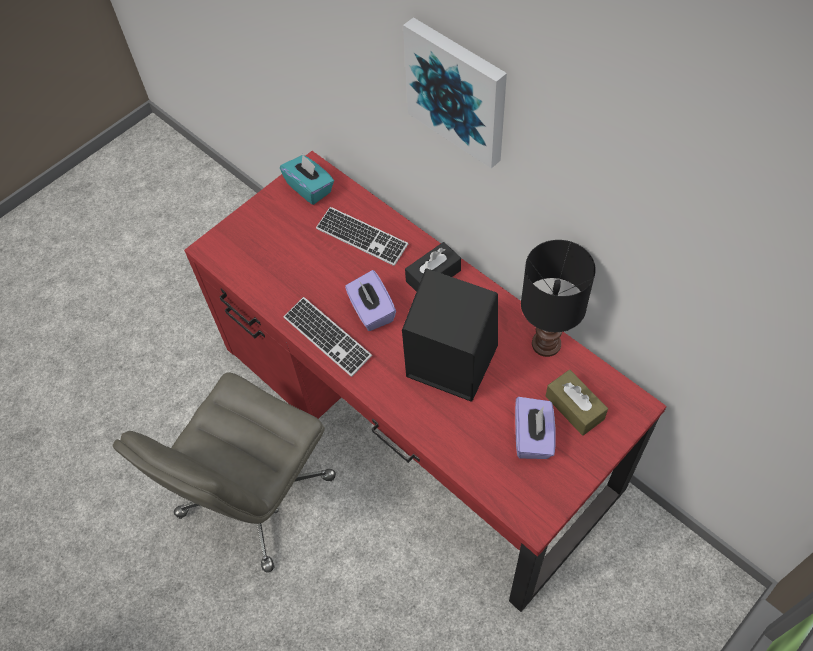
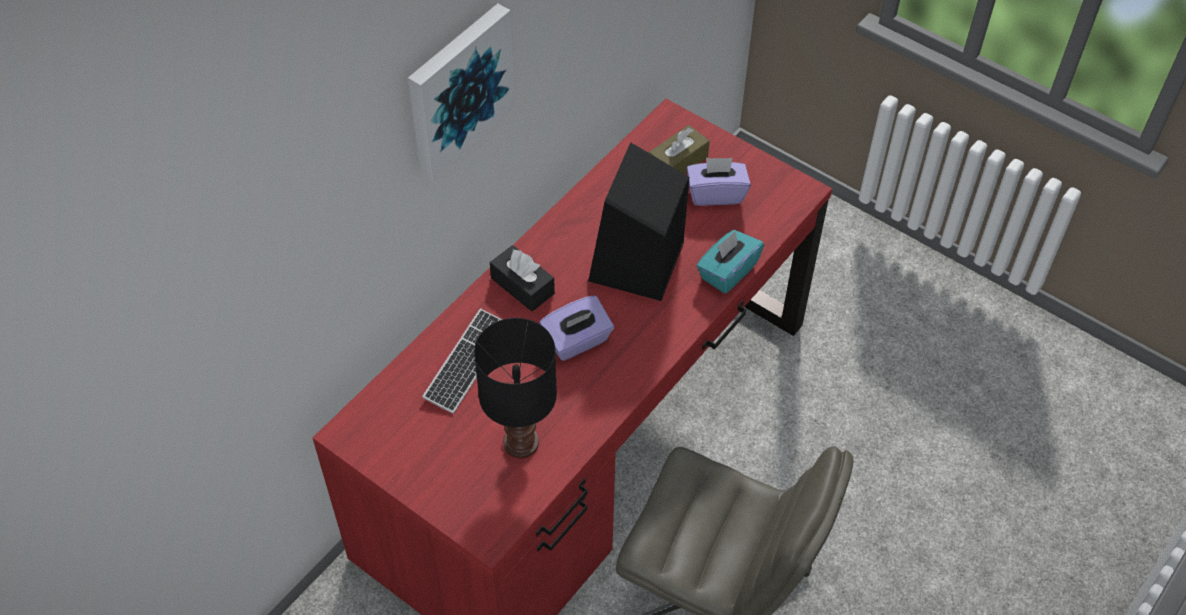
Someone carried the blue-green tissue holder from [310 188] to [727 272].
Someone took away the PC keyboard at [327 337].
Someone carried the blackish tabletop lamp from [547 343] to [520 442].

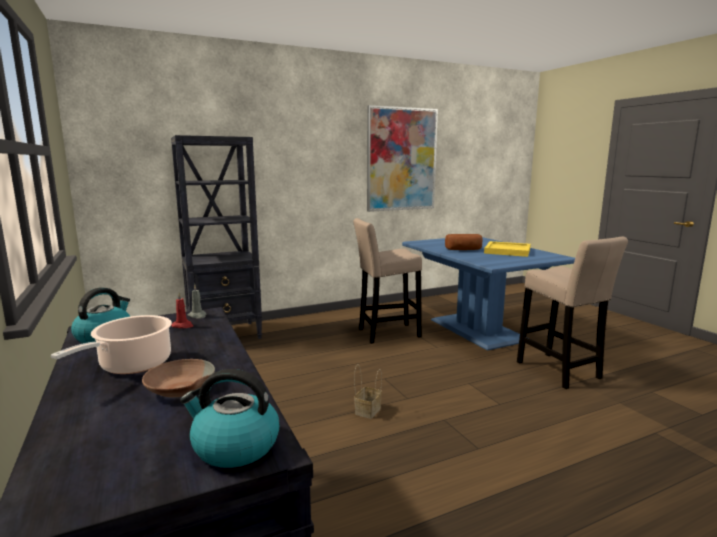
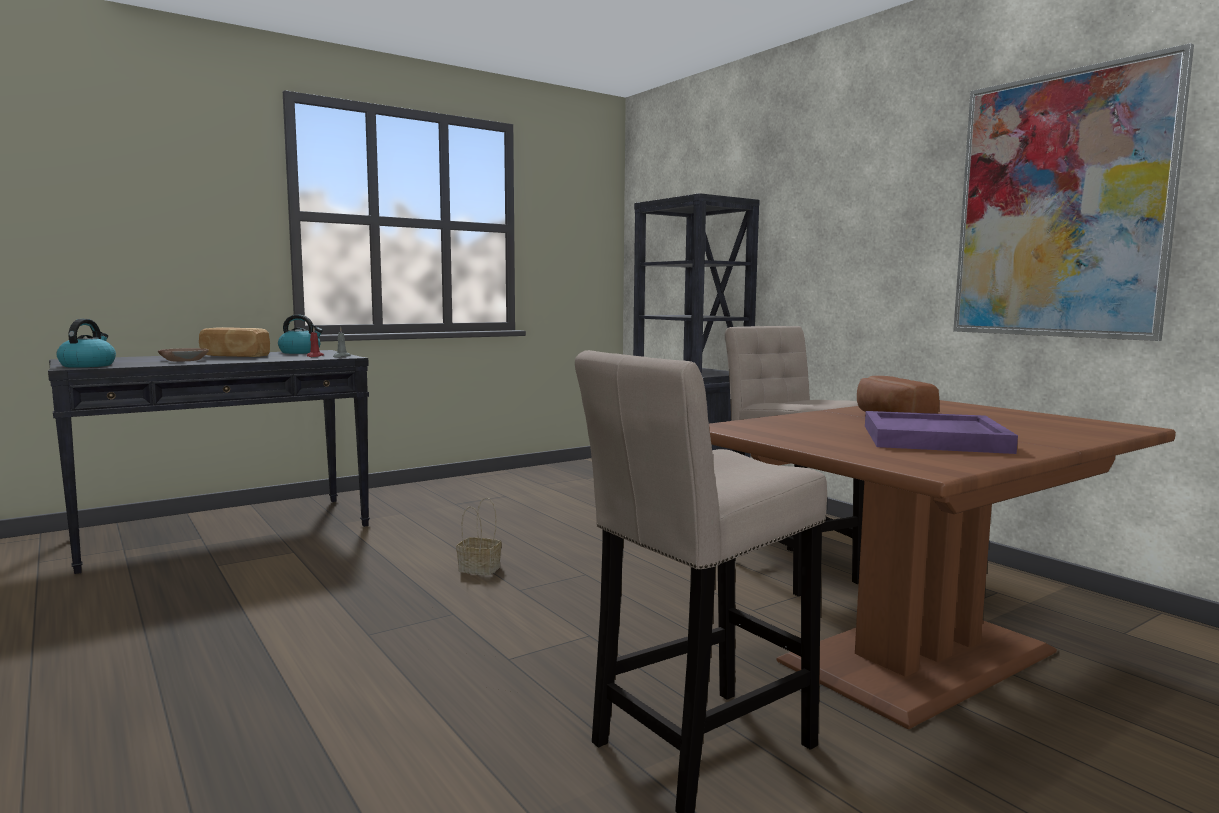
Someone swapped the cooking pot at [132 365] for the baked bread at [234 356].
Someone repainted the blue dining table at [477 330], which became the brown dining table at [914 655].
Someone repainted the yellow carrying tray at [508 251], which became the purple carrying tray at [935 439].

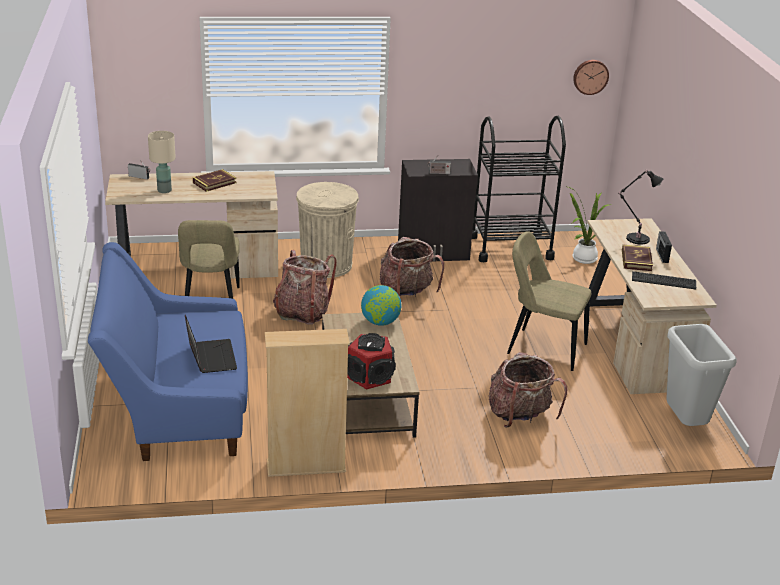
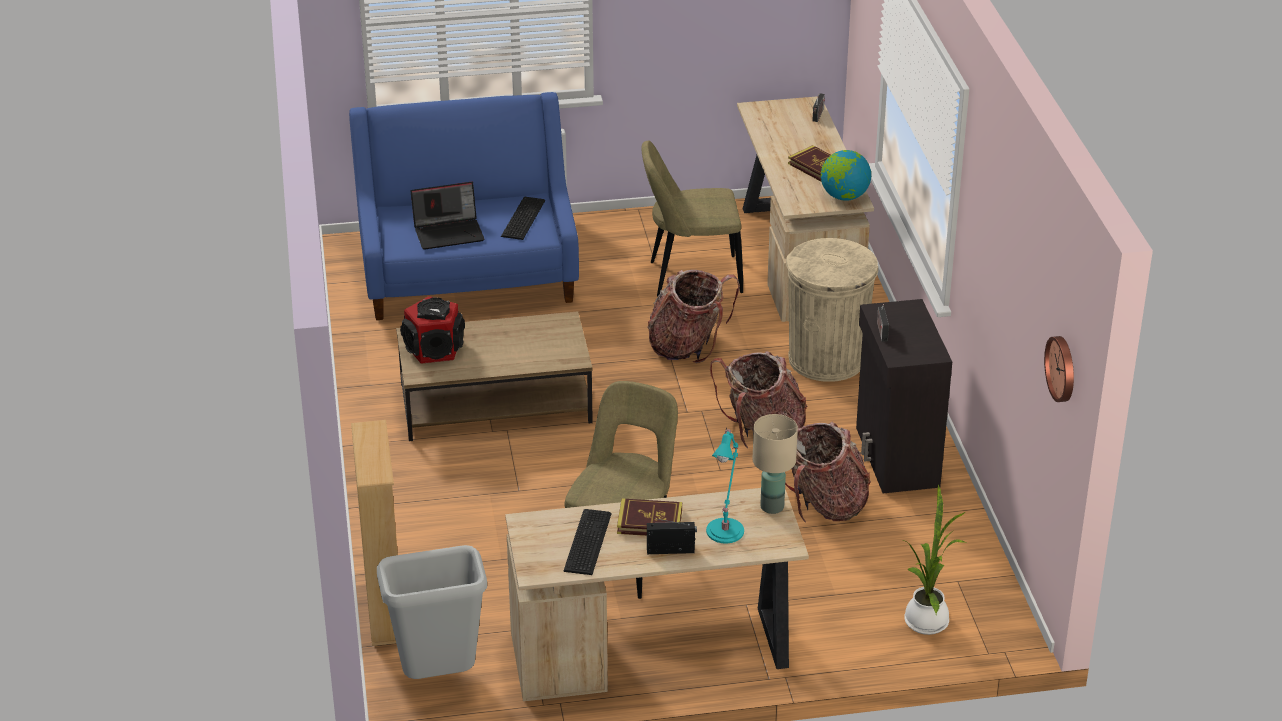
Someone carried the beige-coloured tabletop lamp from [164 190] to [772 506].
Someone carried the beige-coloured bookcase from [306 466] to [385 610].
Someone carried the desk globe from [380 322] to [844 196].
Someone took away the blackish wheeled cart at [510 247].
Someone carried the backpack from [520 416] to [823 505].
Someone repainted the blackish tabletop lamp at [635 238], which became the blue-green tabletop lamp at [726 529].
Someone put down the PC keyboard at [521 219].

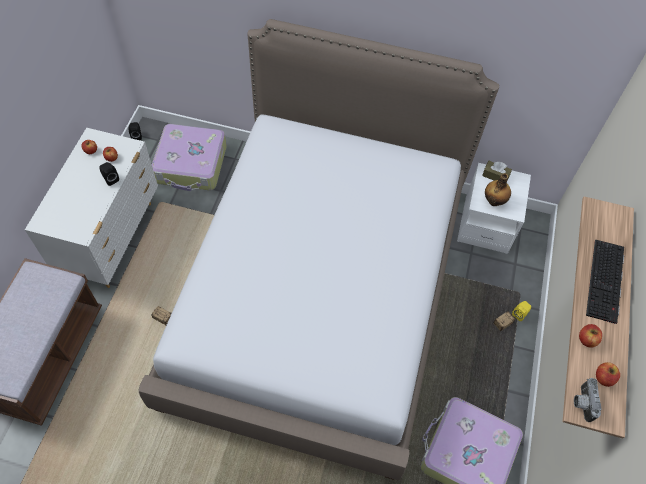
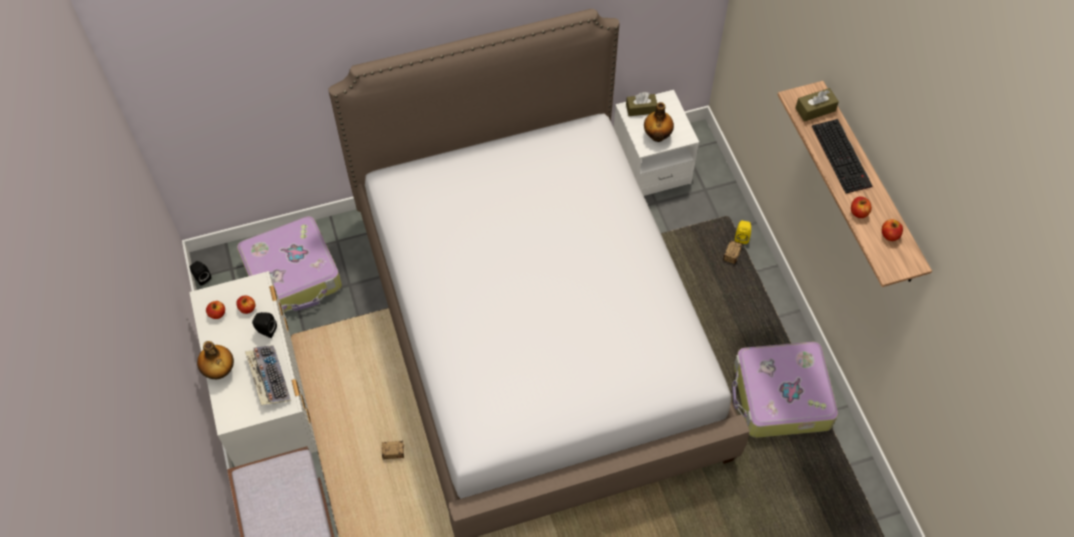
Someone took away the photo camera at [581 402].
Someone put down the drink bottle at [219 371].
Someone put down the PC keyboard at [268 378].
Someone put down the brown tissue holder at [815 109].

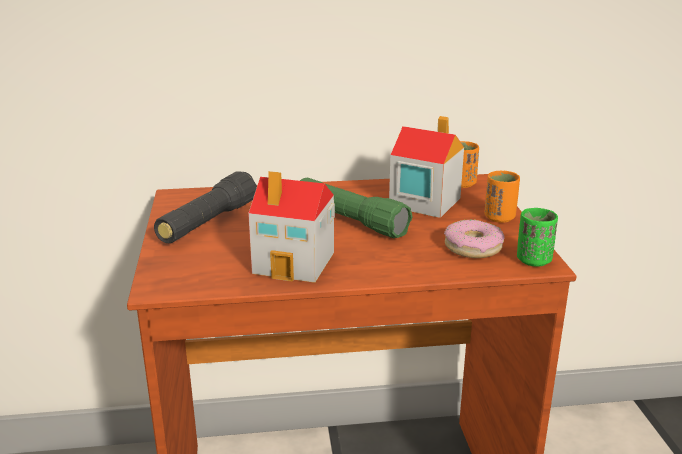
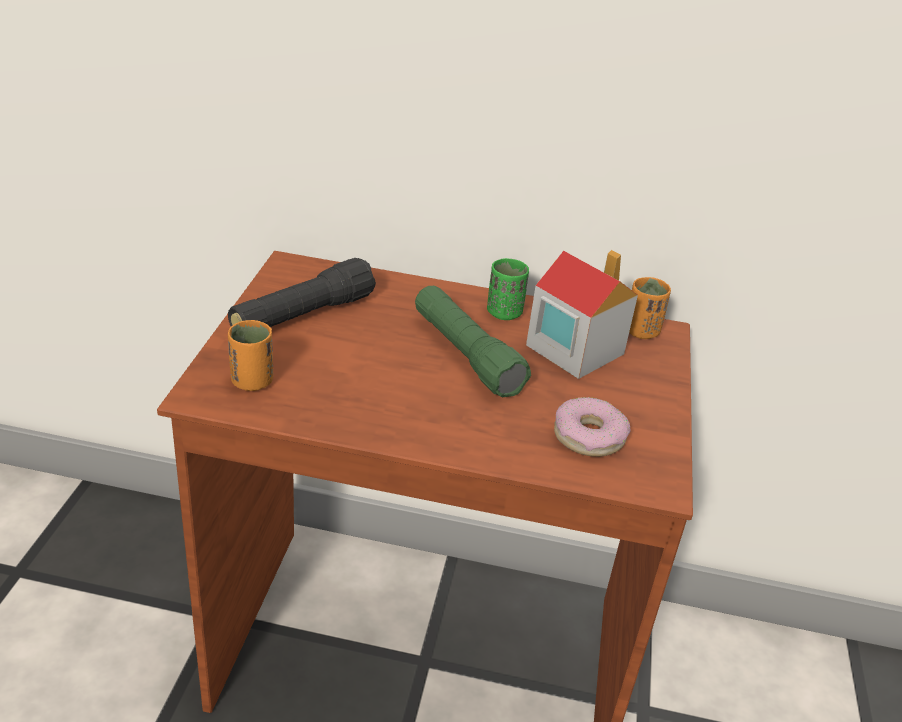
Someone took away the model house at [295 263].
Someone carried the orange drinking cup from [499 217] to [252 381].
Someone carried the green drinking cup from [533 260] to [504 313].

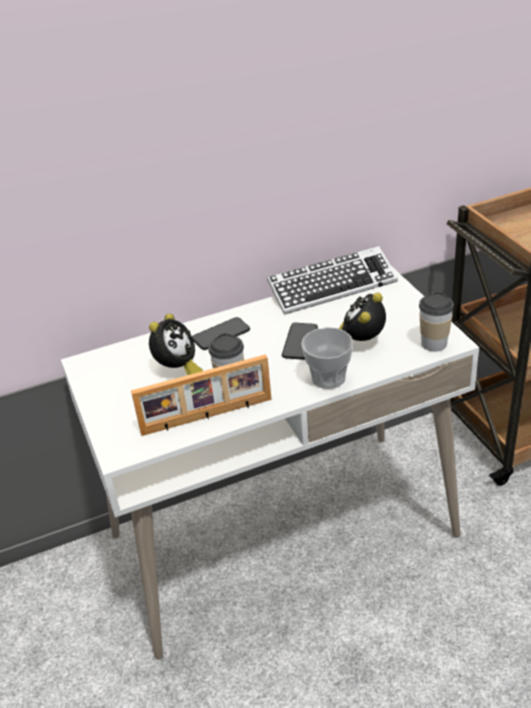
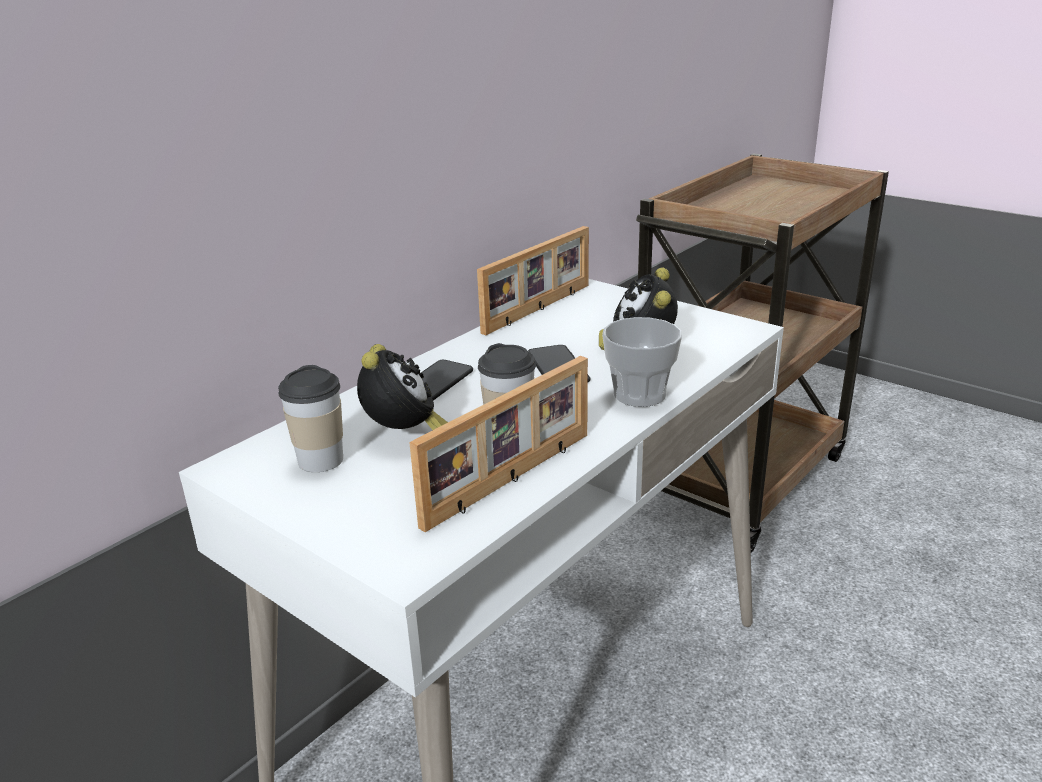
Someone swapped the PC keyboard at [332 287] for the photo frame at [539 309].
Someone carried the drinking cup from [434 343] to [320 460].

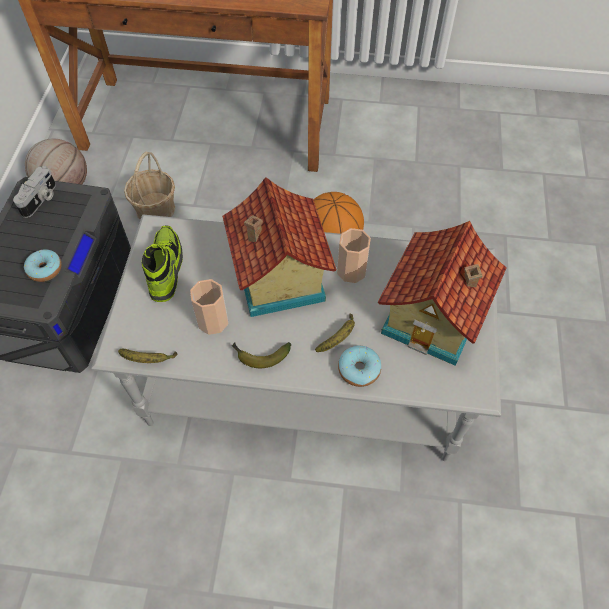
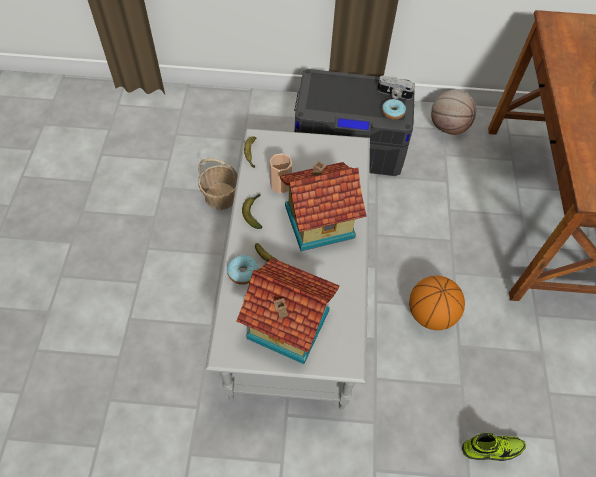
Someone carried the doughnut from [45 269] to [393 112].
Someone carried the household basket from [156 209] to [221 197].
Someone carried the low shoe from [165 269] to [491 448].
Someone took away the drinking cup at [351 271].

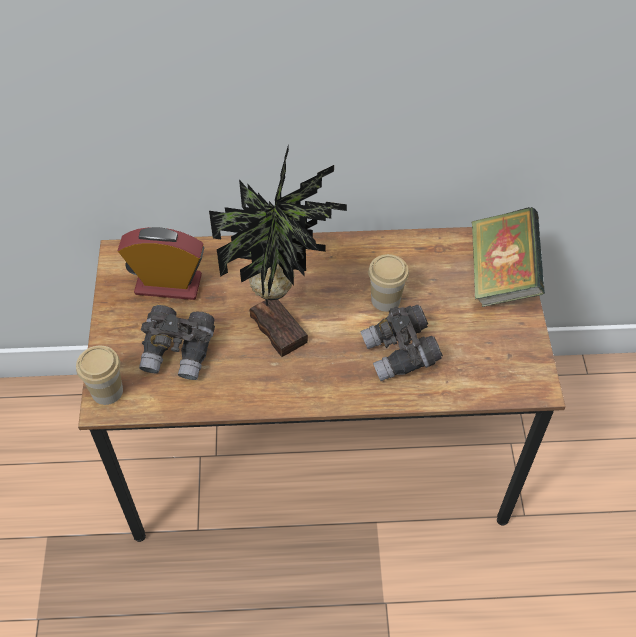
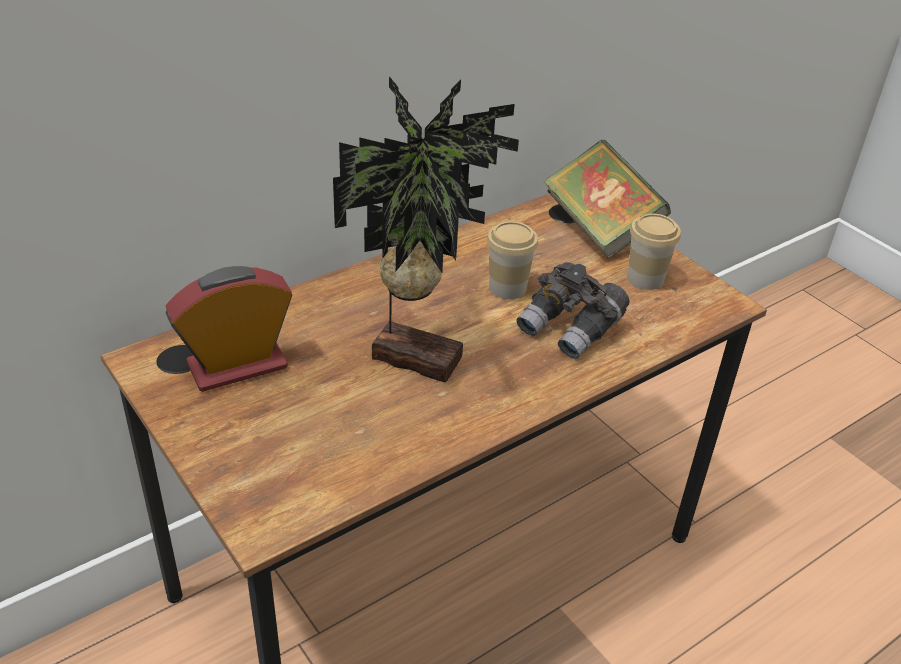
Someone carried the drinking cup from [107 391] to [645 279].
Someone took away the gray field glasses at [179 352].

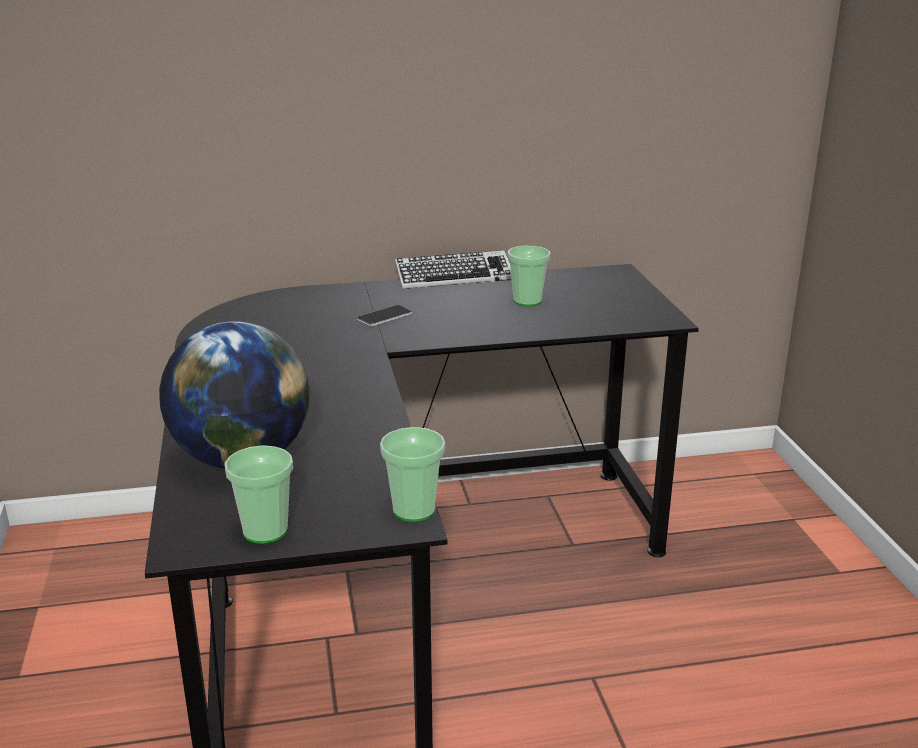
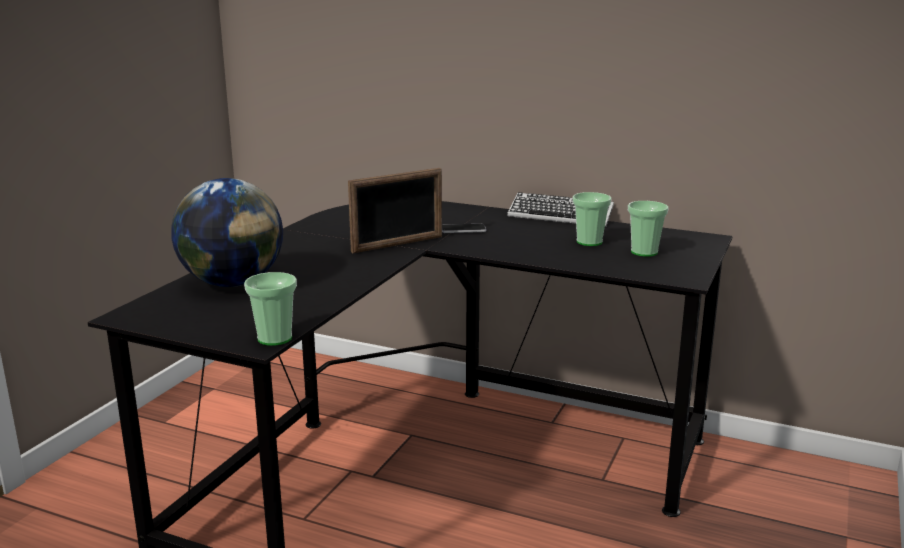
Someone carried the drinking cup from [265 531] to [644 252].
Someone put down the photo frame at [397 244].

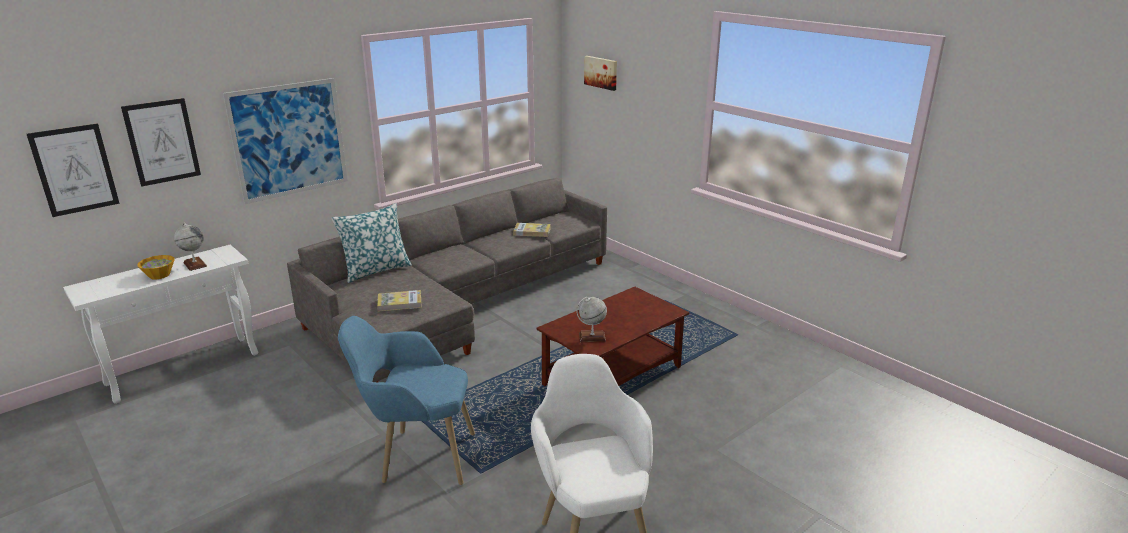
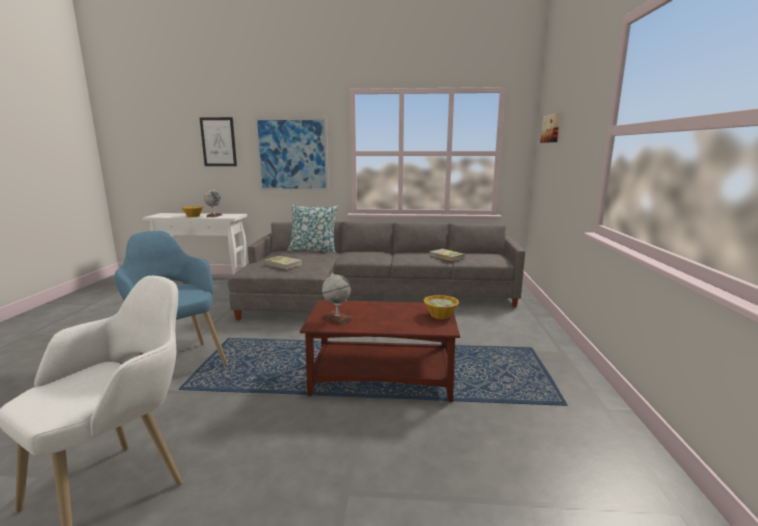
Someone took away the wall art at [74 170].
Someone put down the deep dish at [440 315].

